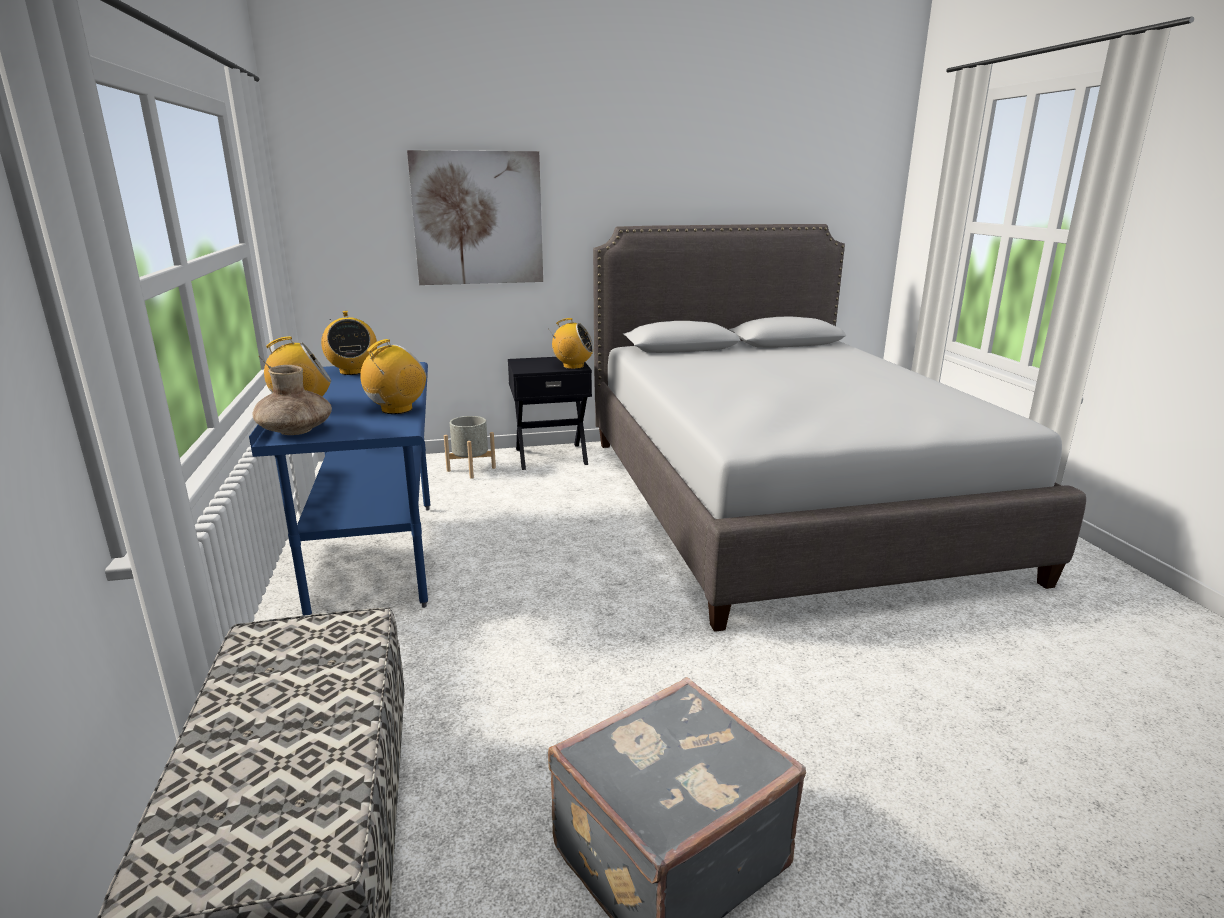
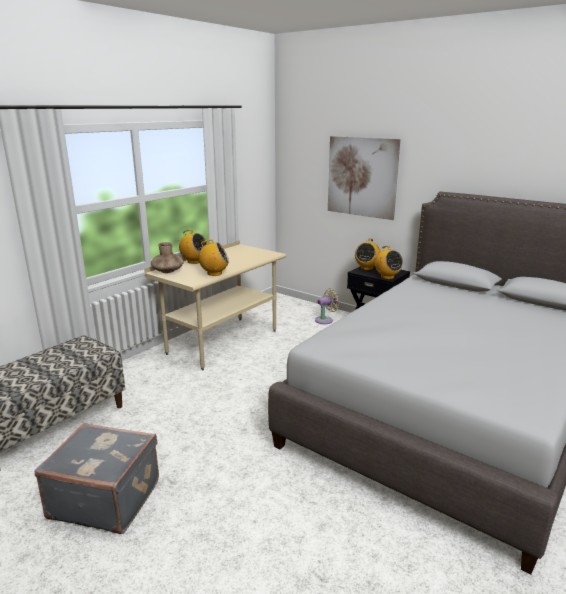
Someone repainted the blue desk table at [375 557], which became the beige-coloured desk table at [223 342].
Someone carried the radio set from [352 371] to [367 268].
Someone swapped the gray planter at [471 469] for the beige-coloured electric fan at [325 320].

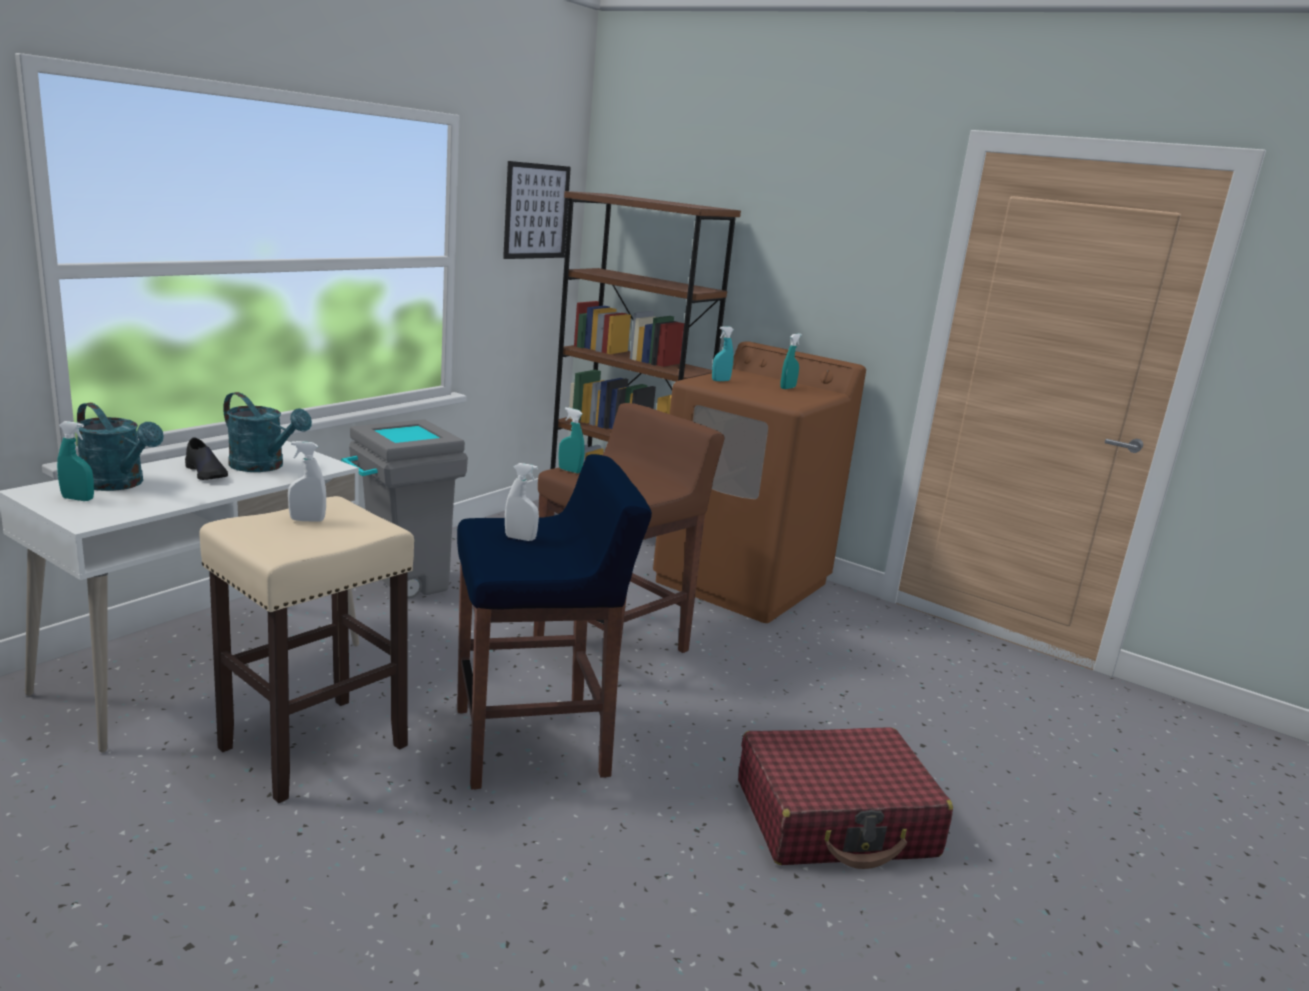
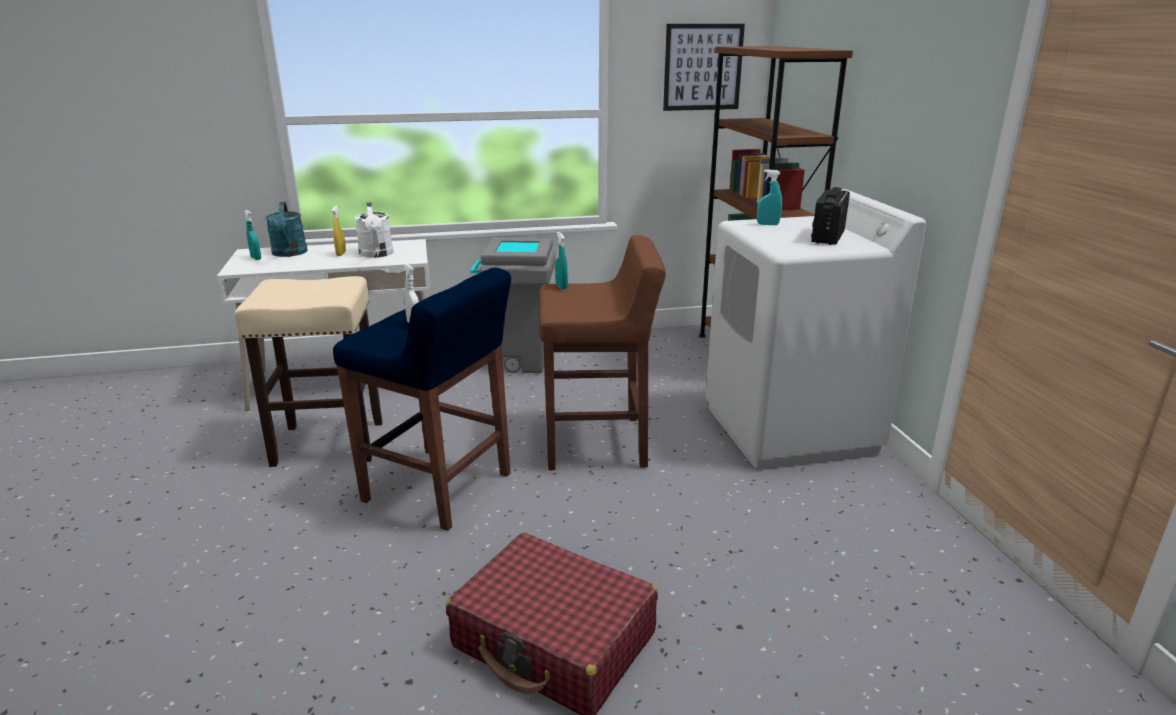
Someone swapped the blackish low shoe at [206 473] for the yellow hand sprayer at [341 254].
Someone repainted the blue-green sprinkling can at [264 466], which became the white sprinkling can at [377 254].
Someone took away the white hand sprayer at [307 520].
Someone repainted the brown laundry machine at [742 583], which became the white laundry machine at [790 429].
Someone swapped the blue-green hand sprayer at [787 388] for the radio set at [828 237].

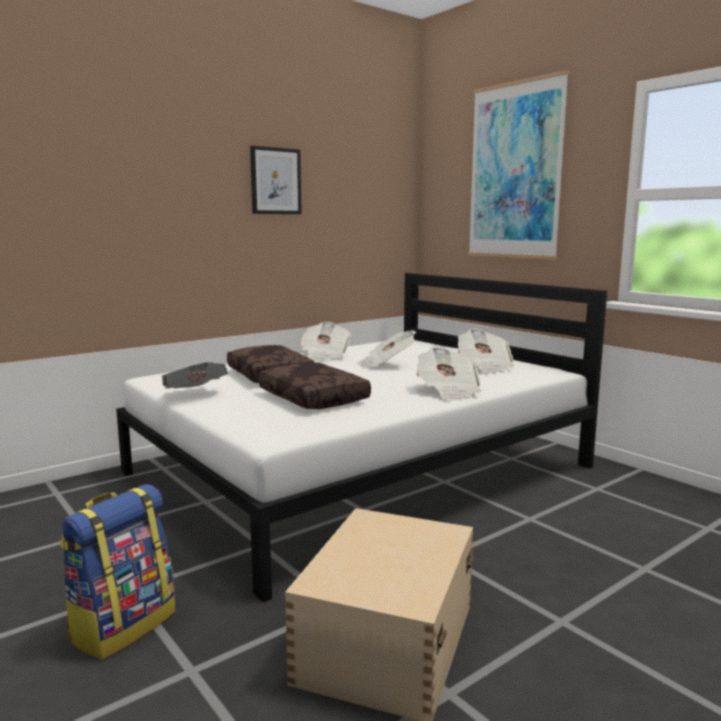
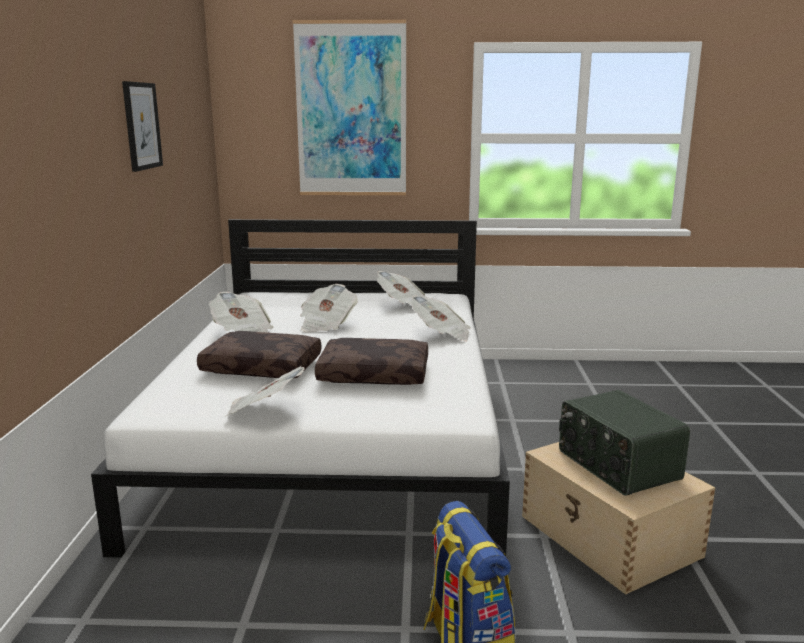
Someone put down the radio set at [616 465].

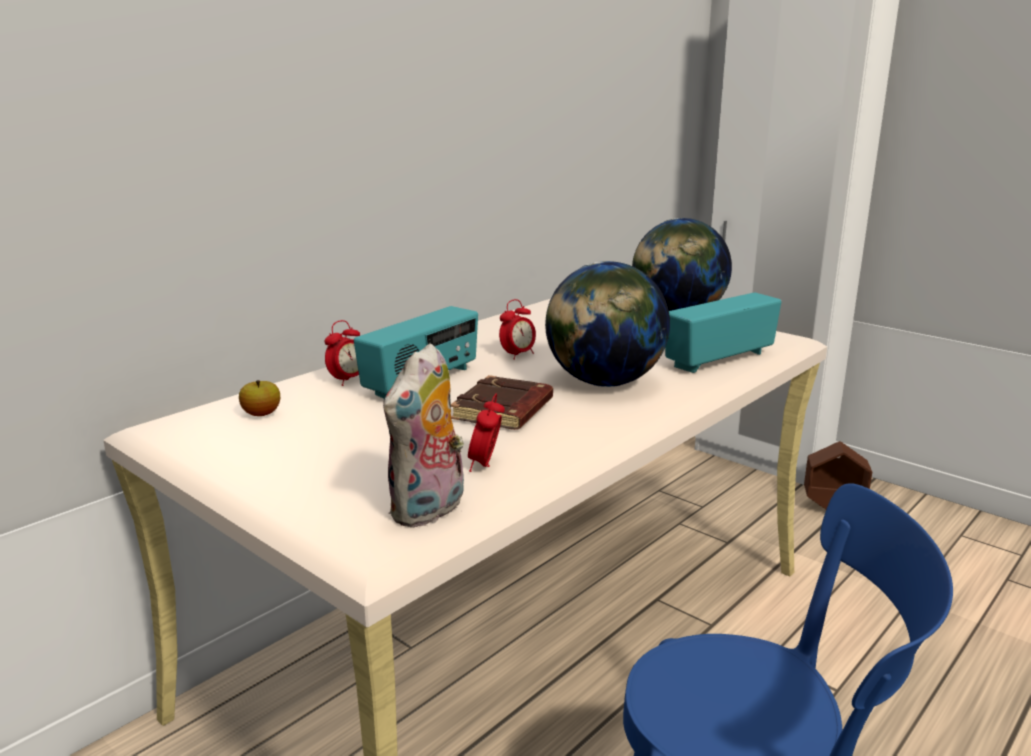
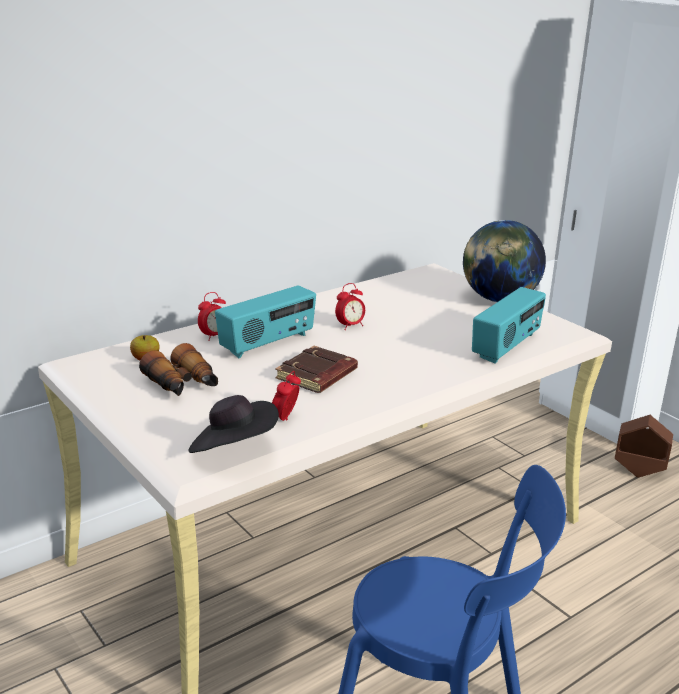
Someone swapped the soft toy at [429 511] for the blackish wearable hat at [233 448].
Someone took away the desk globe at [604 383].
Someone rotated the radio set at [718 359] by 150 degrees clockwise.
Someone put down the field glasses at [183 384].

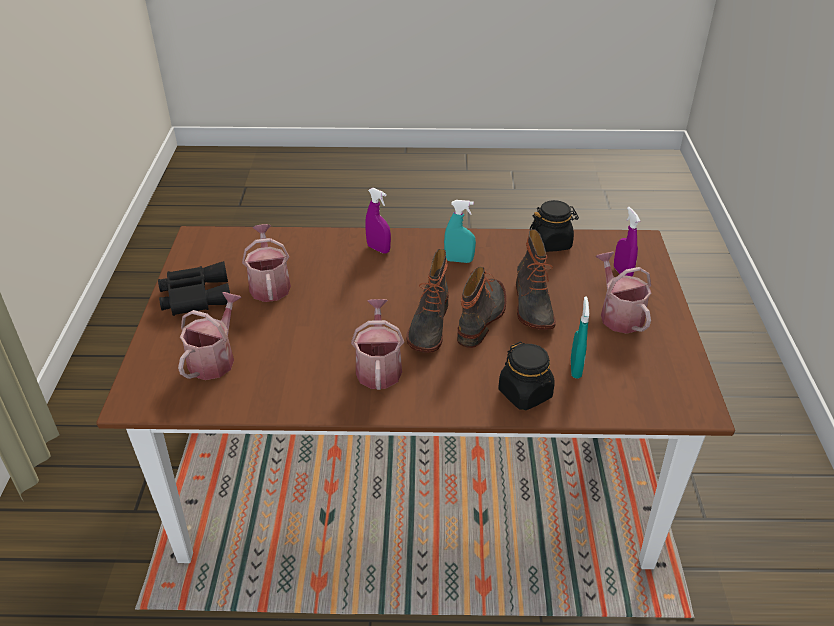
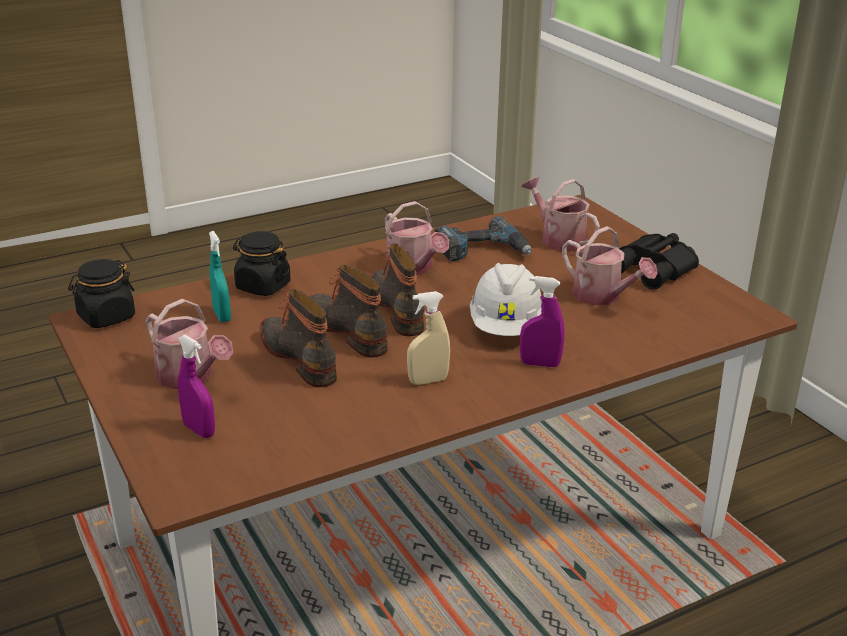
Someone rotated the sprinkling can at [215 359] by 150 degrees clockwise.
Someone repainted the blue-green hand sprayer at [459 260], which became the beige-coloured hand sprayer at [428 381].
Someone rotated the boot at [482 317] by 150 degrees clockwise.
Someone carried the blackish jar from [551 243] to [106 317].
Someone put down the power drill at [483 250].
Someone put down the white work helmet at [506 327].

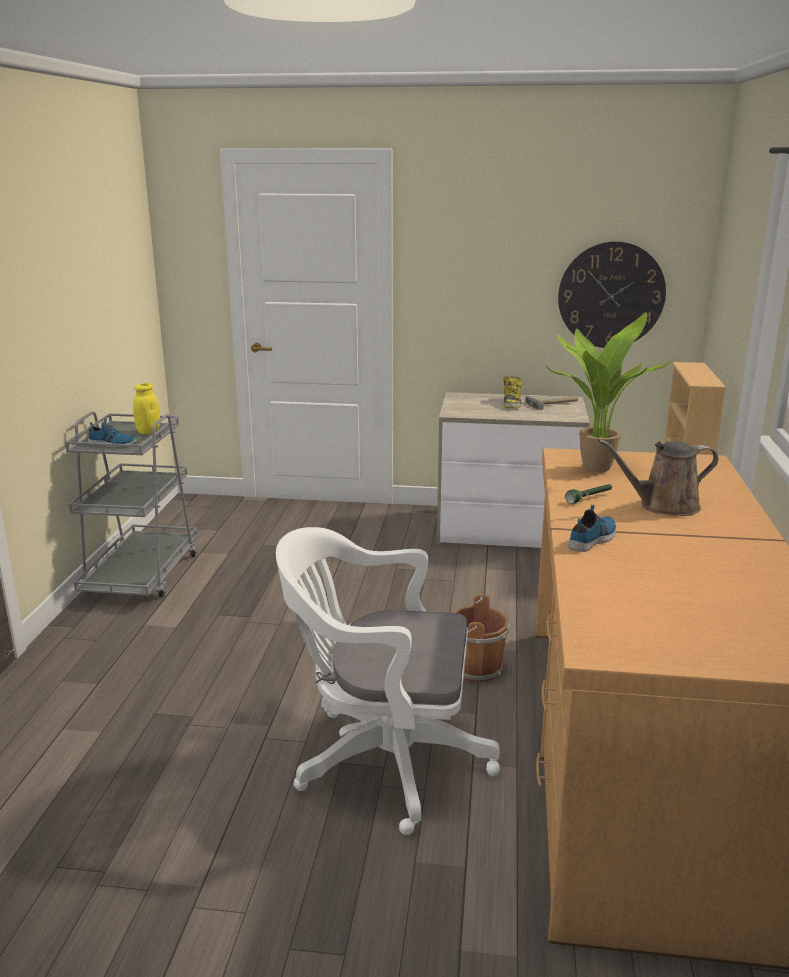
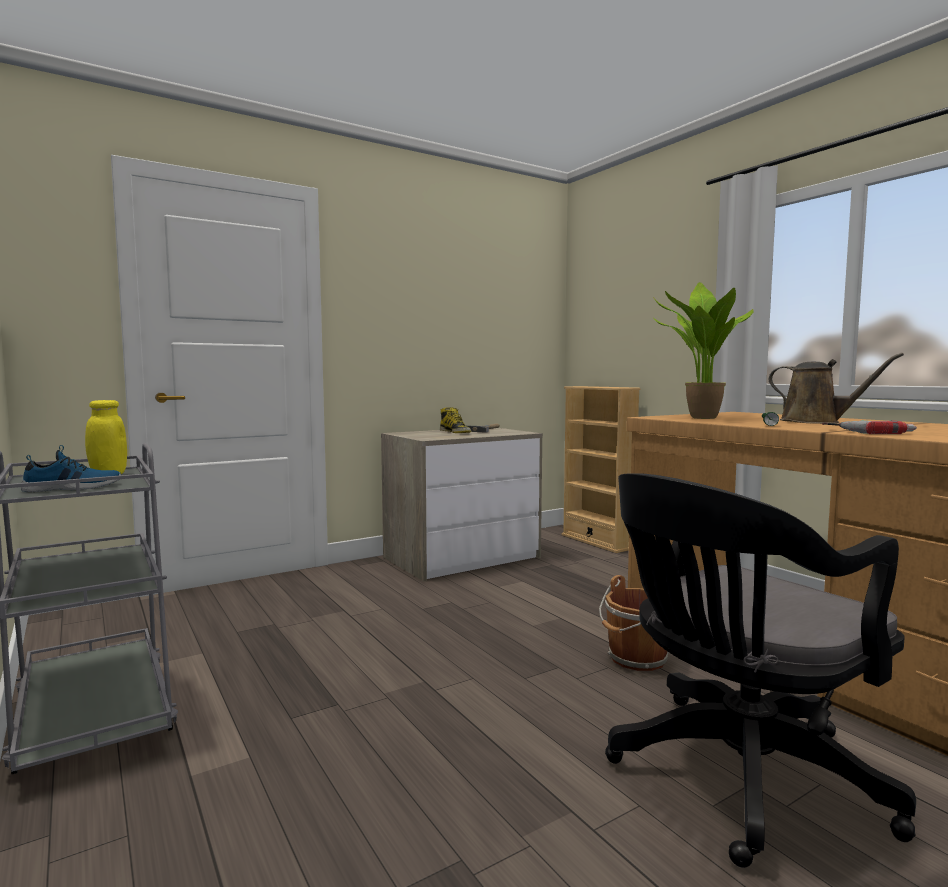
Someone repainted the white computer chair at [382 760], which became the blackish computer chair at [736 778].
Someone took away the wall clock at [611 295].
Someone swapped the low shoe at [593 539] for the power drill at [868 431].
Someone rotated the brown sprinkling can at [663 506] by 90 degrees counterclockwise.

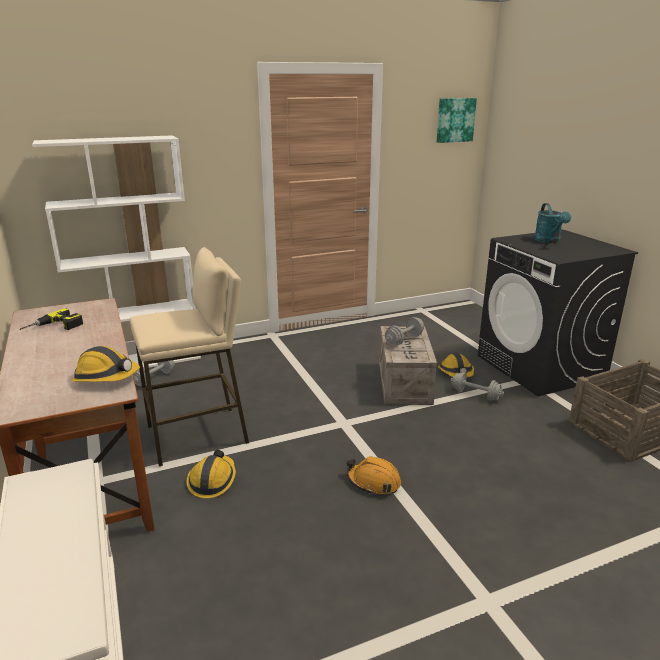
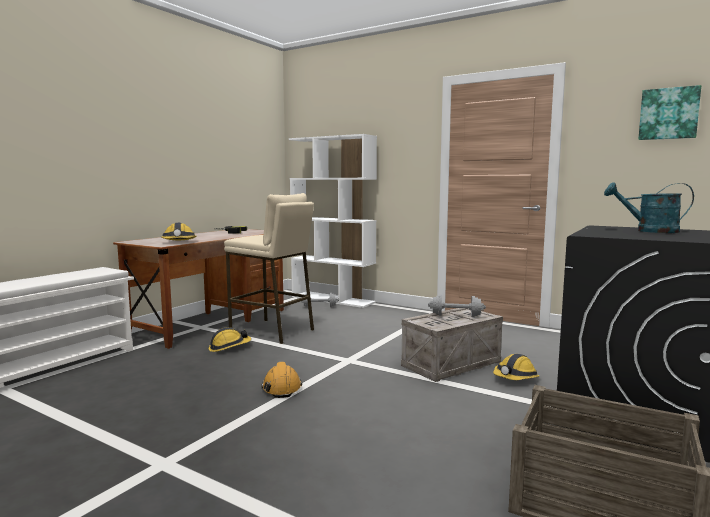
Someone took away the gray free weight at [475 395].
Someone rotated the blue-green sprinkling can at [549 241] by 60 degrees clockwise.

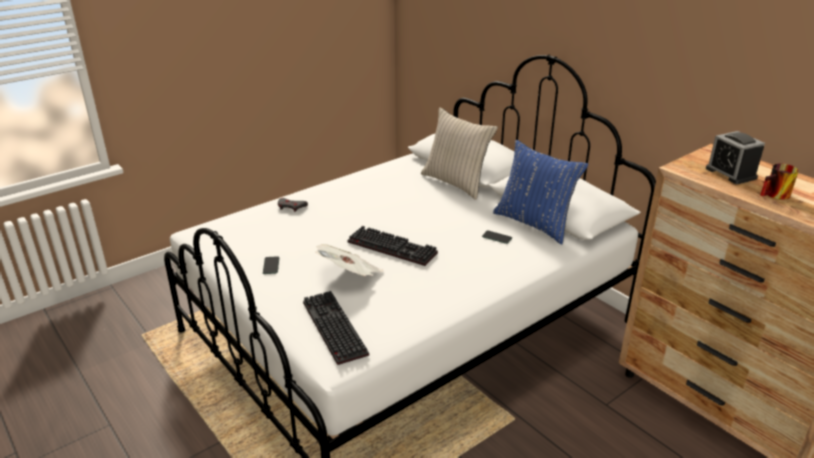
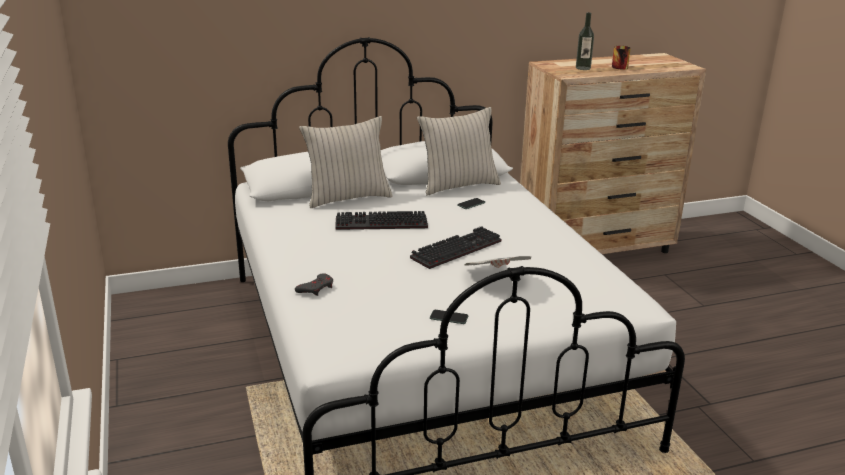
Someone carried the PC keyboard from [331 327] to [379 224].
Someone repainted the blue throw pillow at [534 223], which became the beige-coloured throw pillow at [458 185].
Someone swapped the bedside clock at [730 173] for the drink bottle at [583 68].

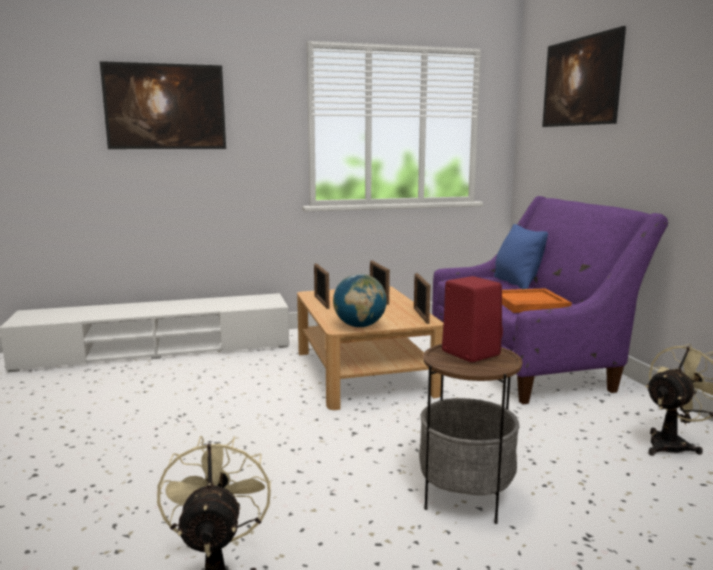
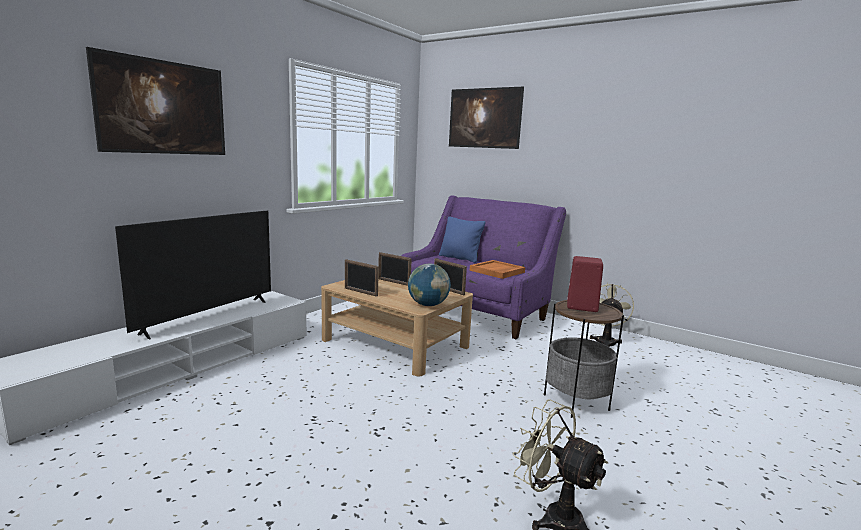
Someone put down the television at [208 316].

